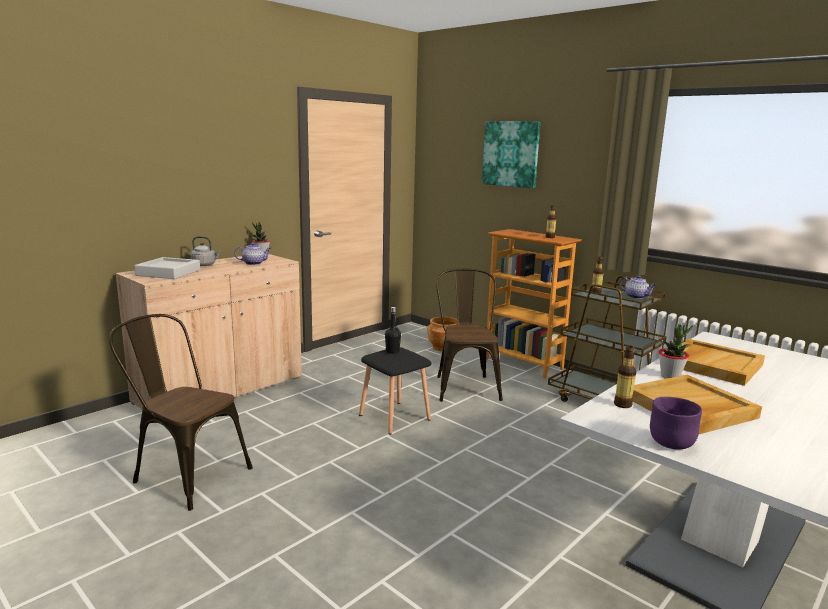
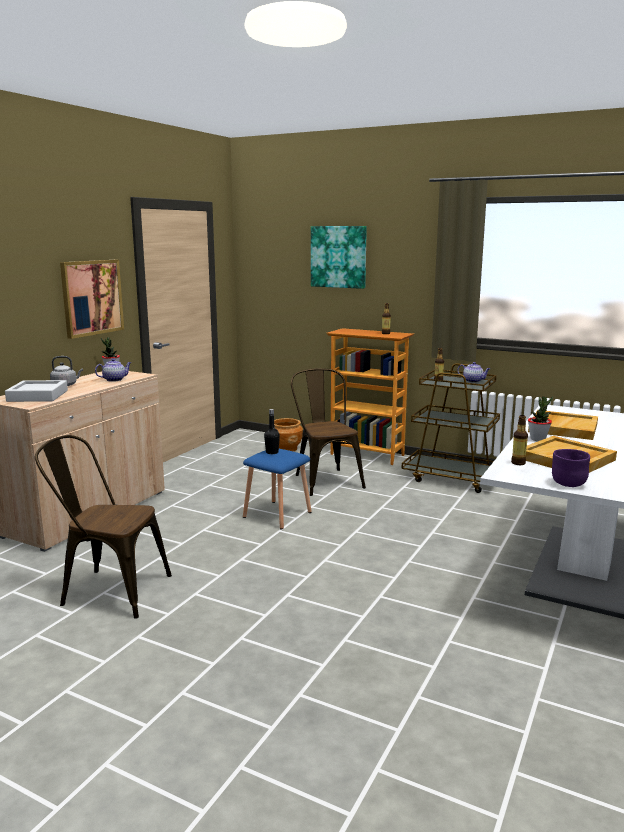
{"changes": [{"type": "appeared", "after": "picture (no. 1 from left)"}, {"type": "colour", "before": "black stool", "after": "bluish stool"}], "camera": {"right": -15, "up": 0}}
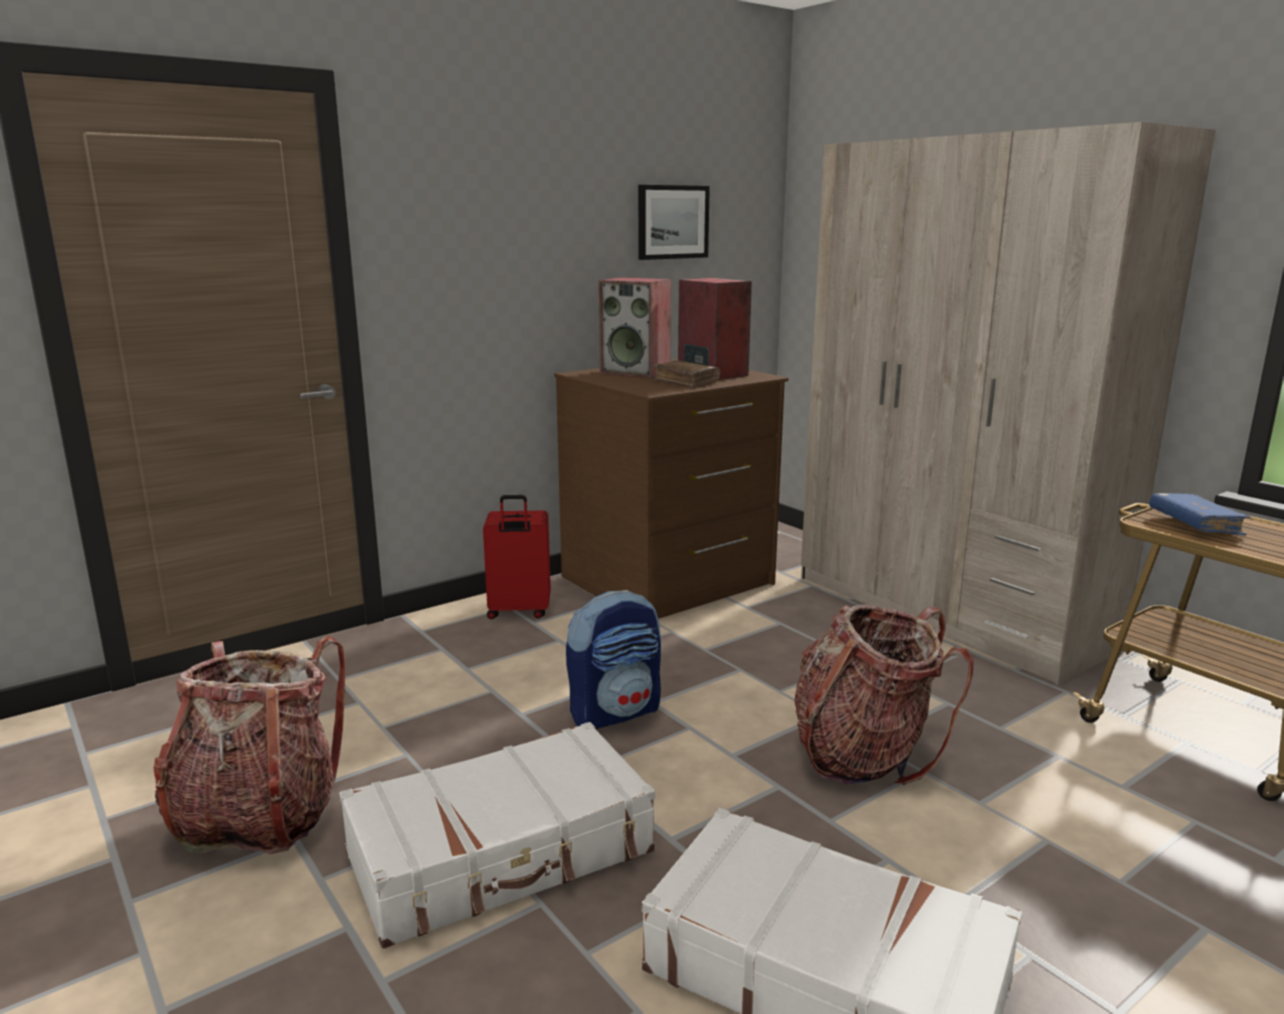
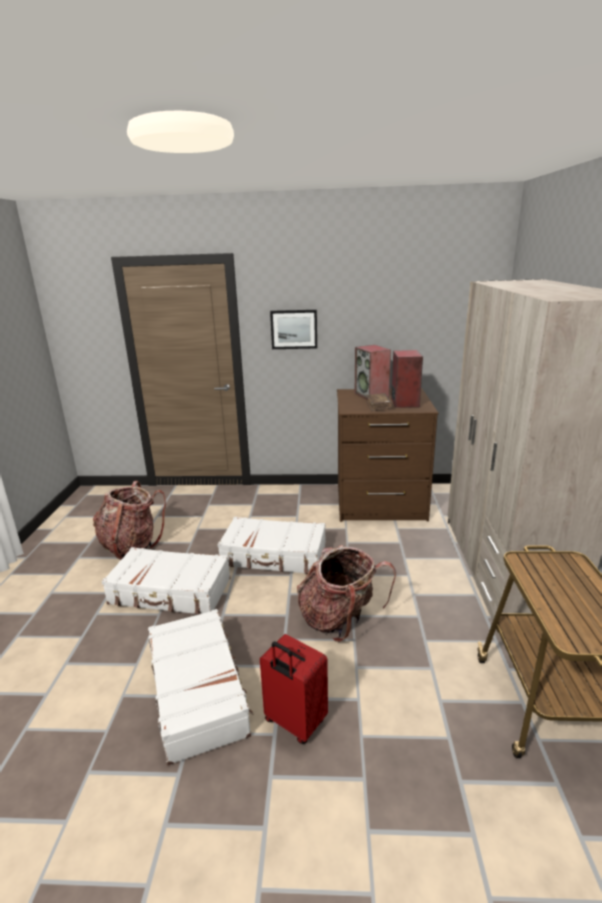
{"changes": [{"type": "exchanged", "before": "knapsack (no. 2 from left)", "after": "white travel case (no. 3 from left)"}, {"type": "relocated", "before": "red-coloured travel case"}, {"type": "relocated", "before": "picture"}, {"type": "missing", "before": "bluish bound book"}], "camera": {"right": 40, "up": 5}}
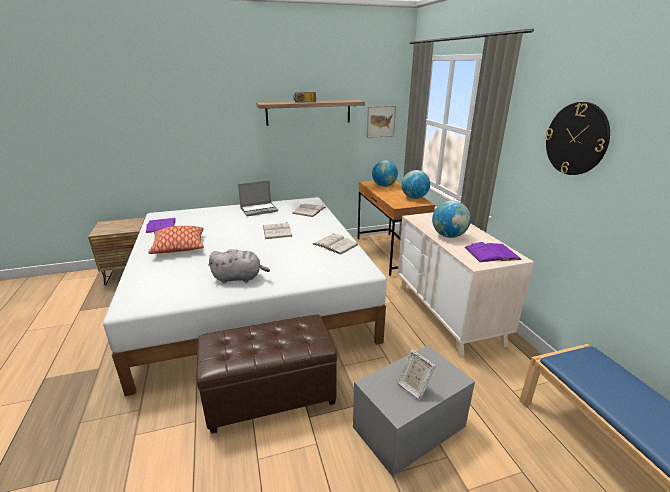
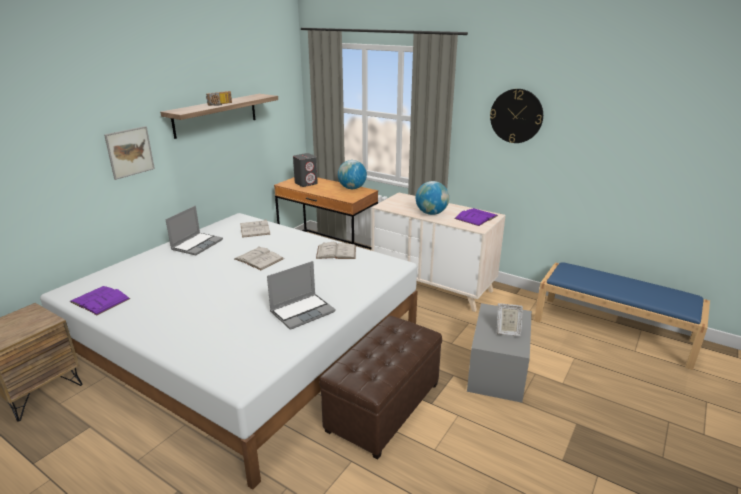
{"changes": [{"type": "relocated", "before": "picture"}, {"type": "exchanged", "before": "greyish soft toy", "after": "laptop (no. 2 from left)"}, {"type": "exchanged", "before": "world globe (no. 1 from left)", "after": "greyish audio speaker"}, {"type": "missing", "before": "pillow"}], "camera": {"right": -40, "up": 0}}
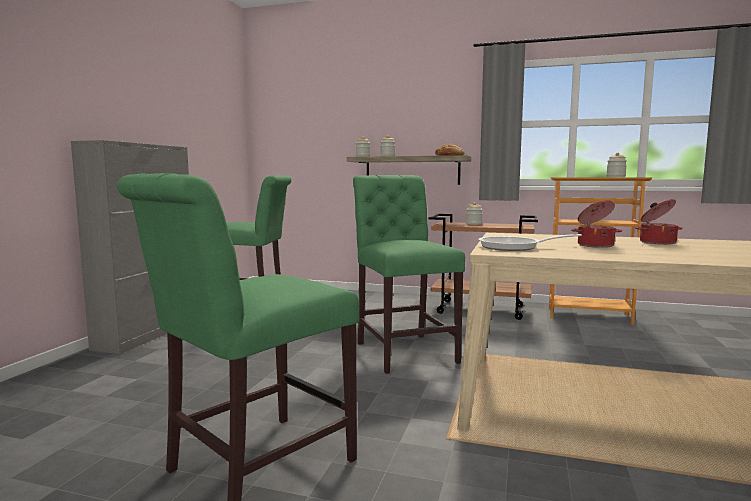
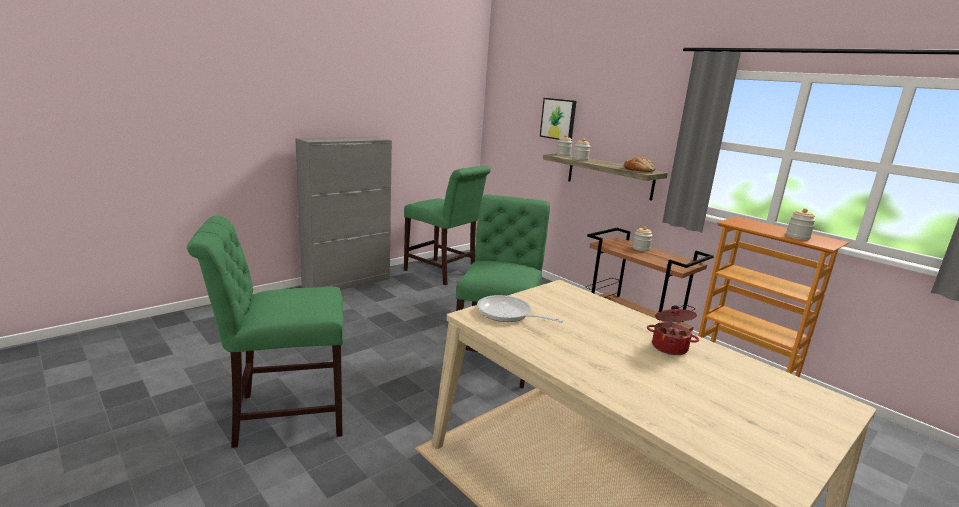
{"changes": [{"type": "appeared", "after": "picture"}, {"type": "missing", "before": "stockpot (no. 1 from left)"}], "camera": {"right": 30, "up": 10}}
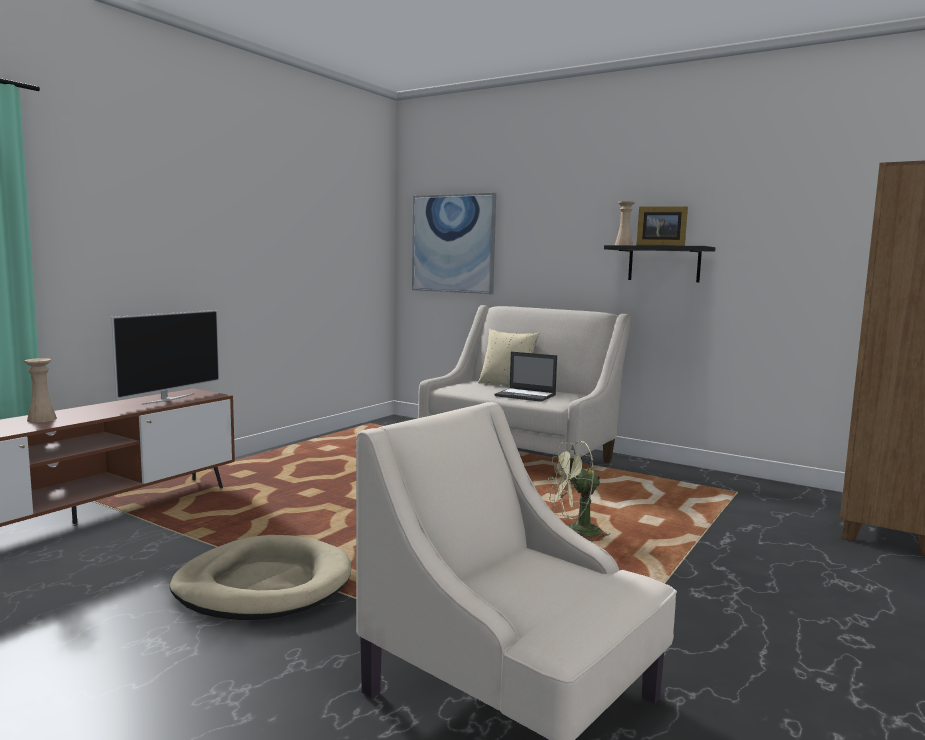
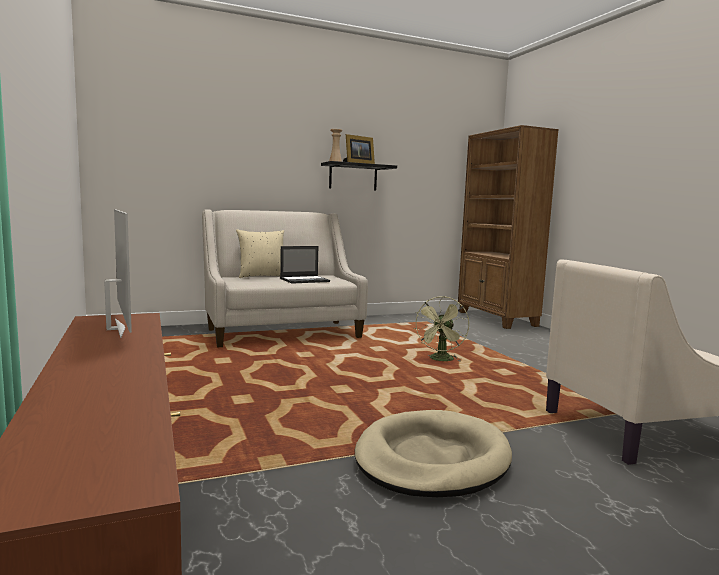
{"changes": [{"type": "missing", "before": "sand-coloured vase (no. 1 from left)"}, {"type": "missing", "before": "picture"}], "camera": {"right": -55, "up": 0}}
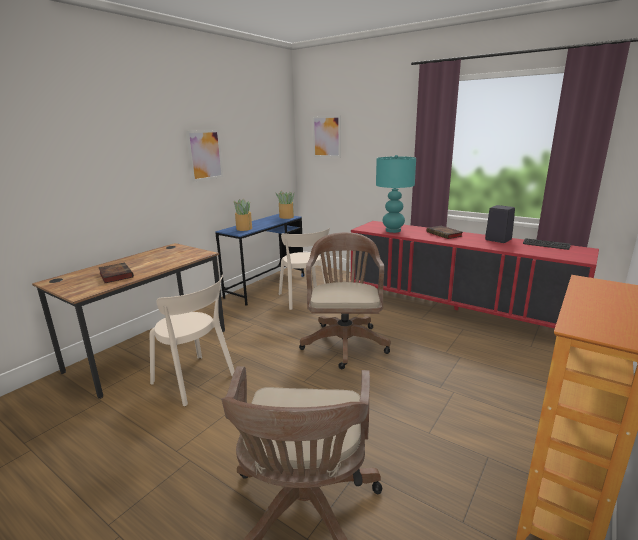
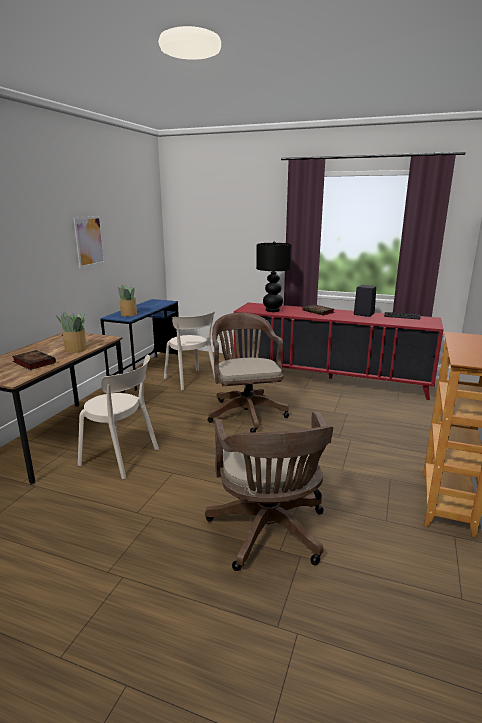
{"changes": [{"type": "relocated", "before": "potted plant (no. 2 from left in the first image)", "after": "potted plant (no. 1 from left)"}, {"type": "colour", "before": "turquoise-coloured tabletop lamp", "after": "black tabletop lamp"}, {"type": "missing", "before": "picture (no. 2 from left)"}], "camera": {"right": -15, "up": 0}}
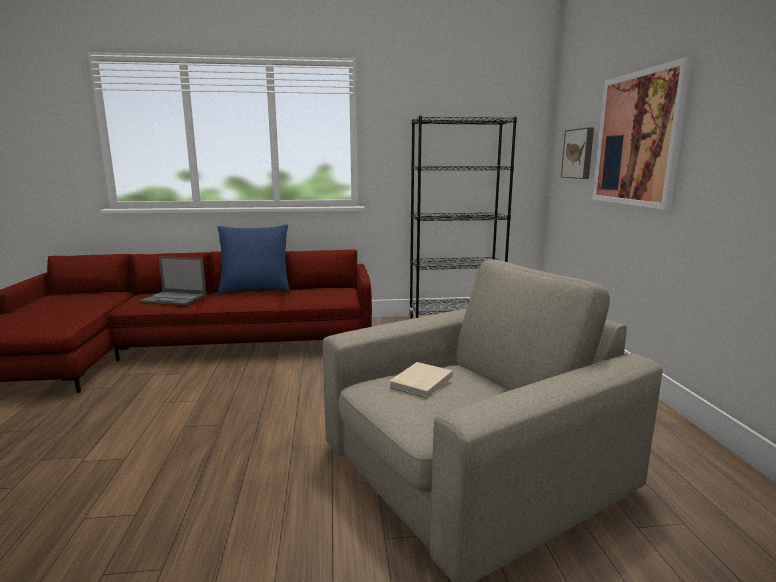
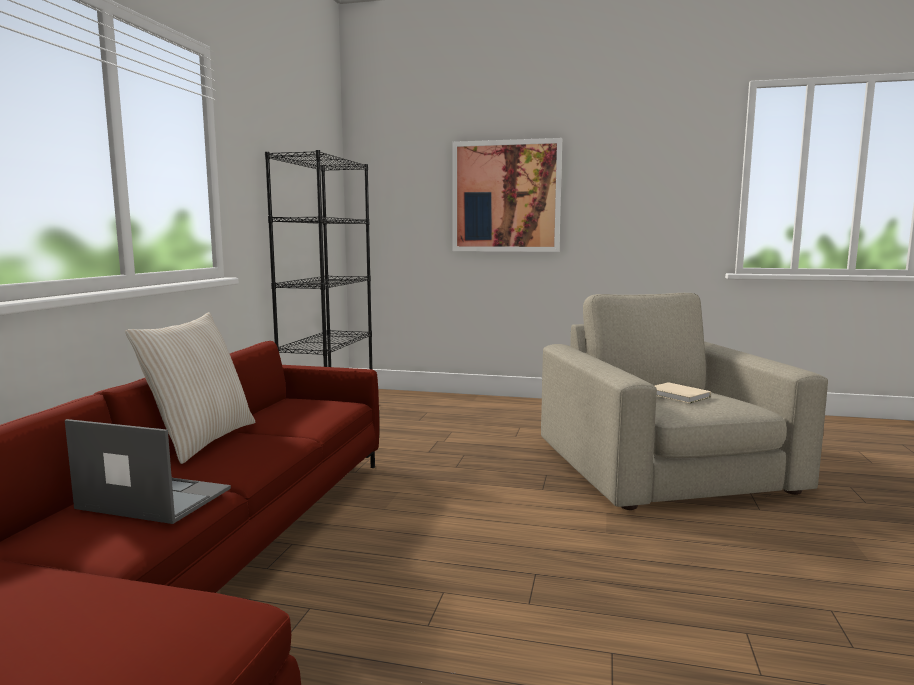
{"changes": [{"type": "spun", "before": "laptop", "turn": -105}, {"type": "colour", "before": "bluish pillow", "after": "sand-coloured pillow"}, {"type": "missing", "before": "picture (no. 1 from left)"}], "camera": {"right": -70, "up": -5}}
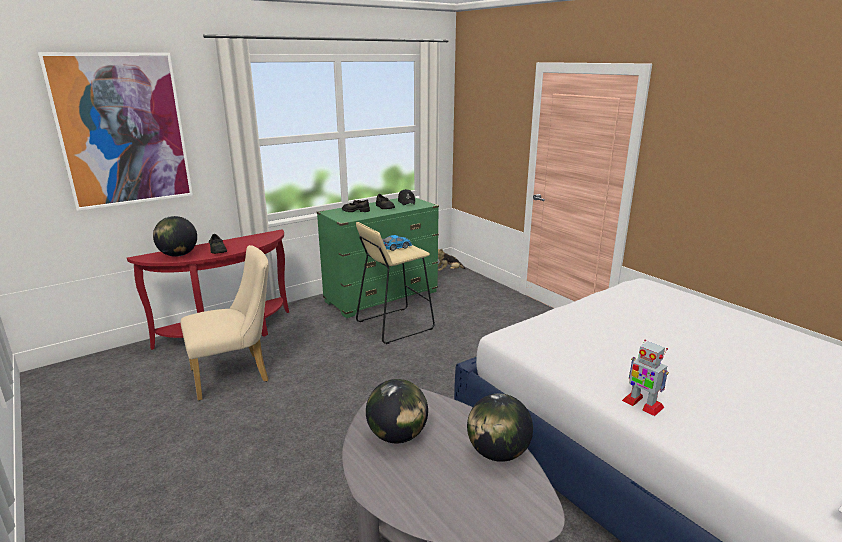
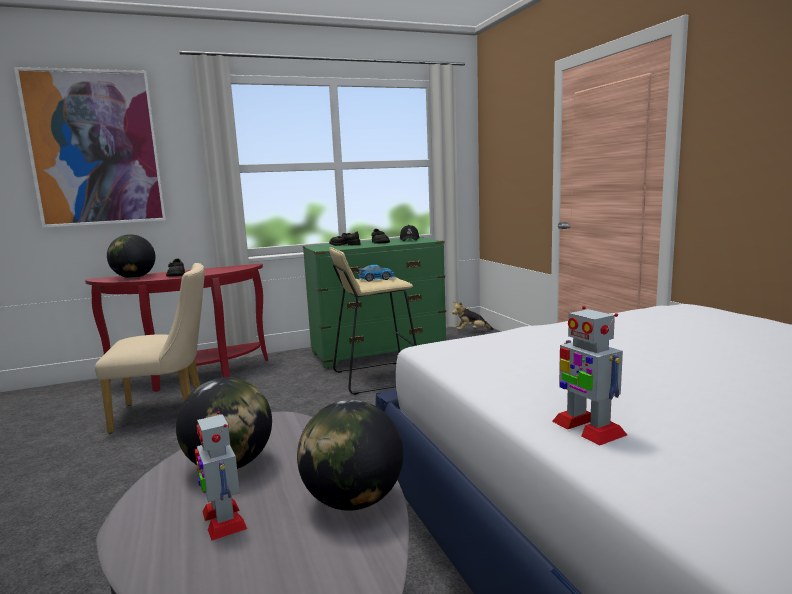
{"changes": [{"type": "appeared", "after": "model robot (no. 1 from left)"}], "camera": {"right": 15, "up": -10}}
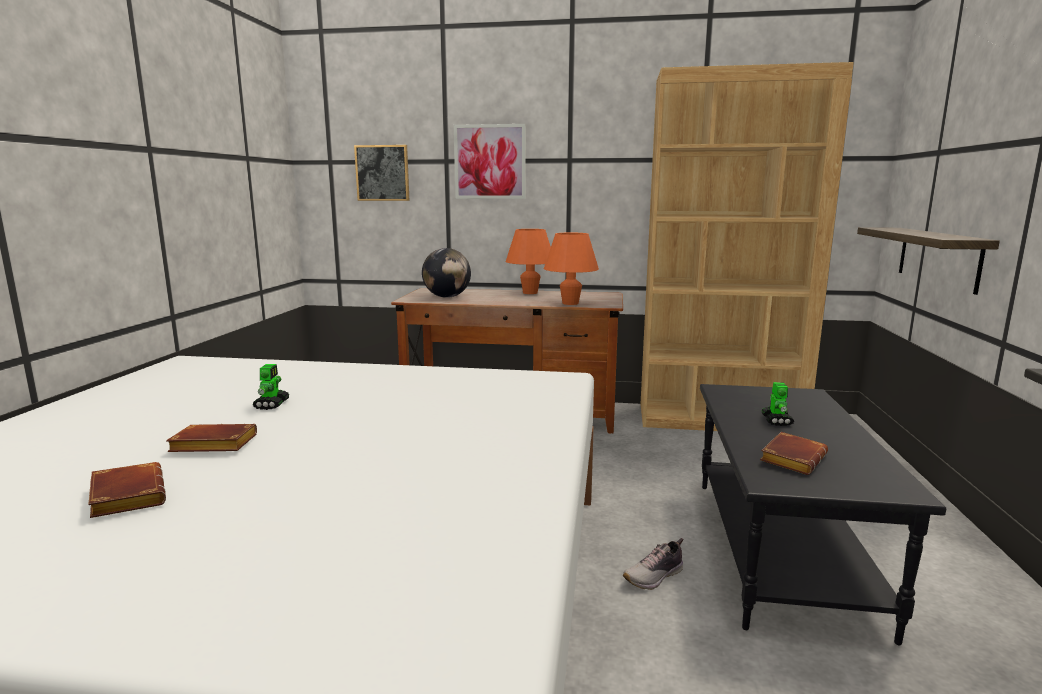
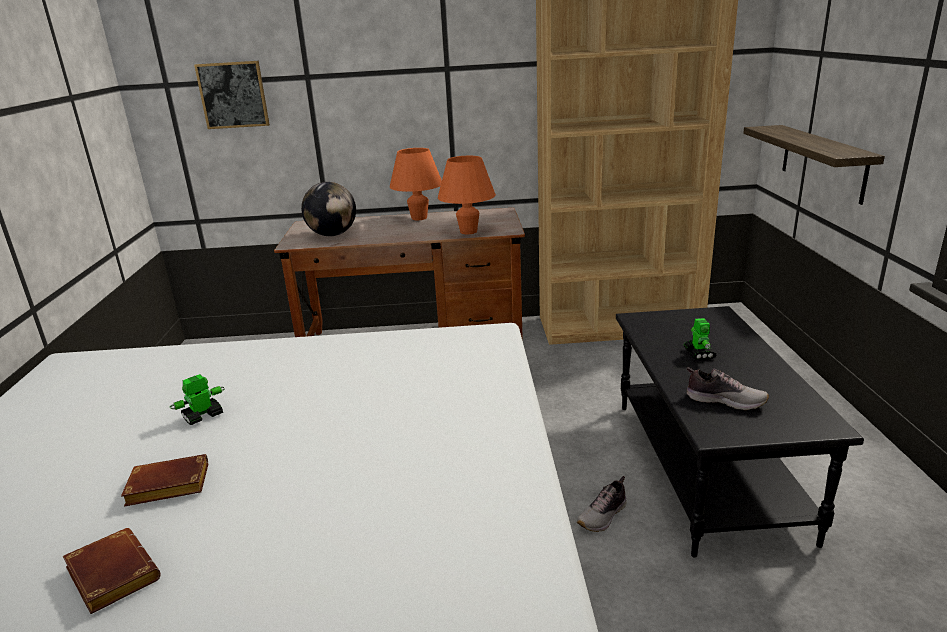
{"changes": [{"type": "spun", "before": "model robot (no. 1 from left)", "turn": -120}, {"type": "exchanged", "before": "brownish bound book (no. 3 from left)", "after": "shoe (no. 2 from left)"}, {"type": "missing", "before": "picture (no. 2 from left)"}], "camera": {"right": -10, "up": 10}}
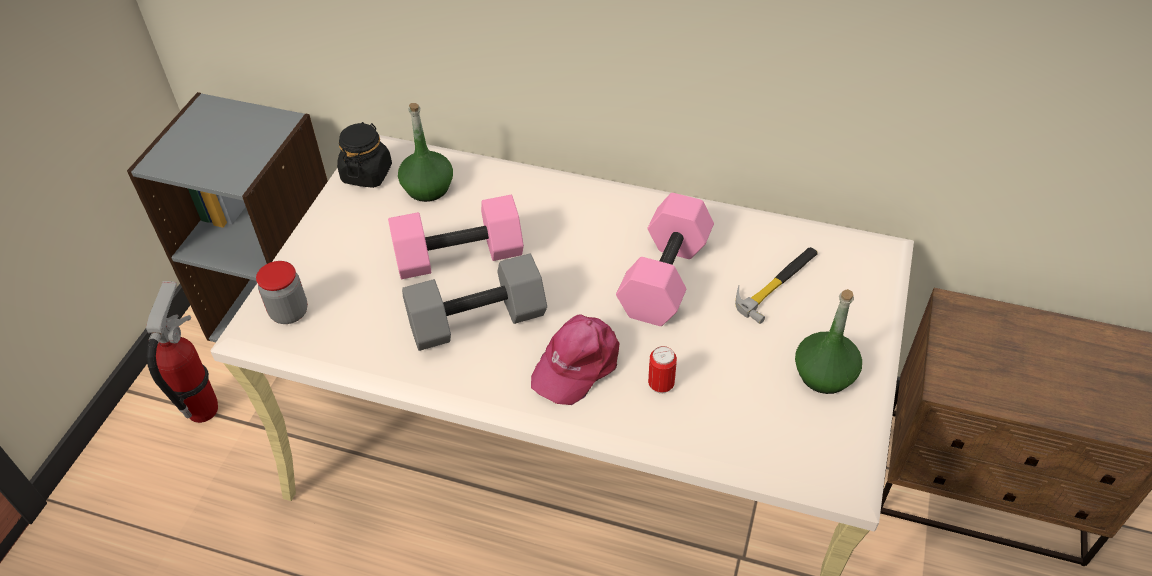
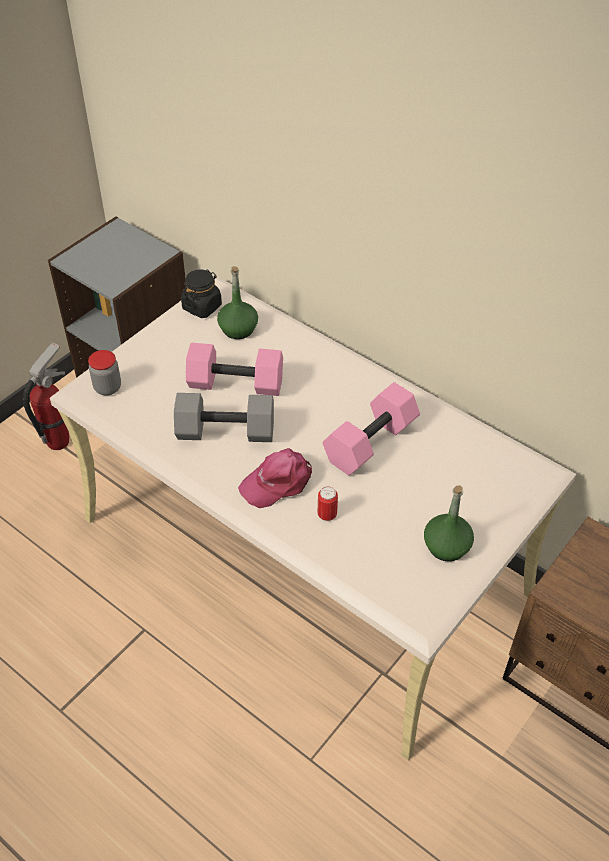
{"changes": [{"type": "missing", "before": "hand hammer"}], "camera": {"right": 20, "up": 0}}
